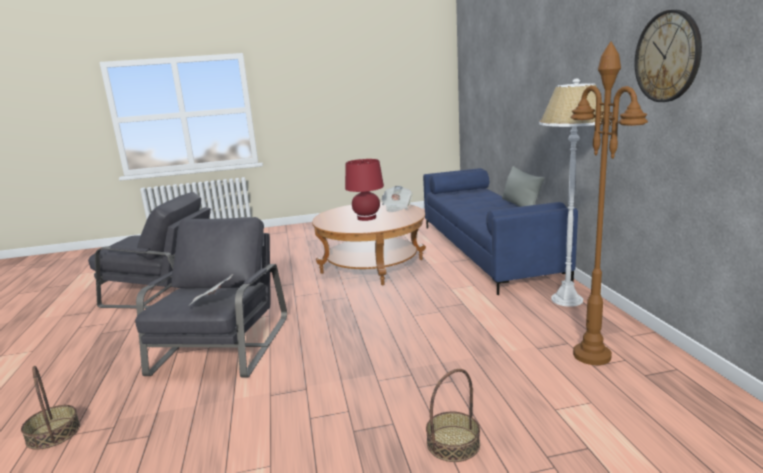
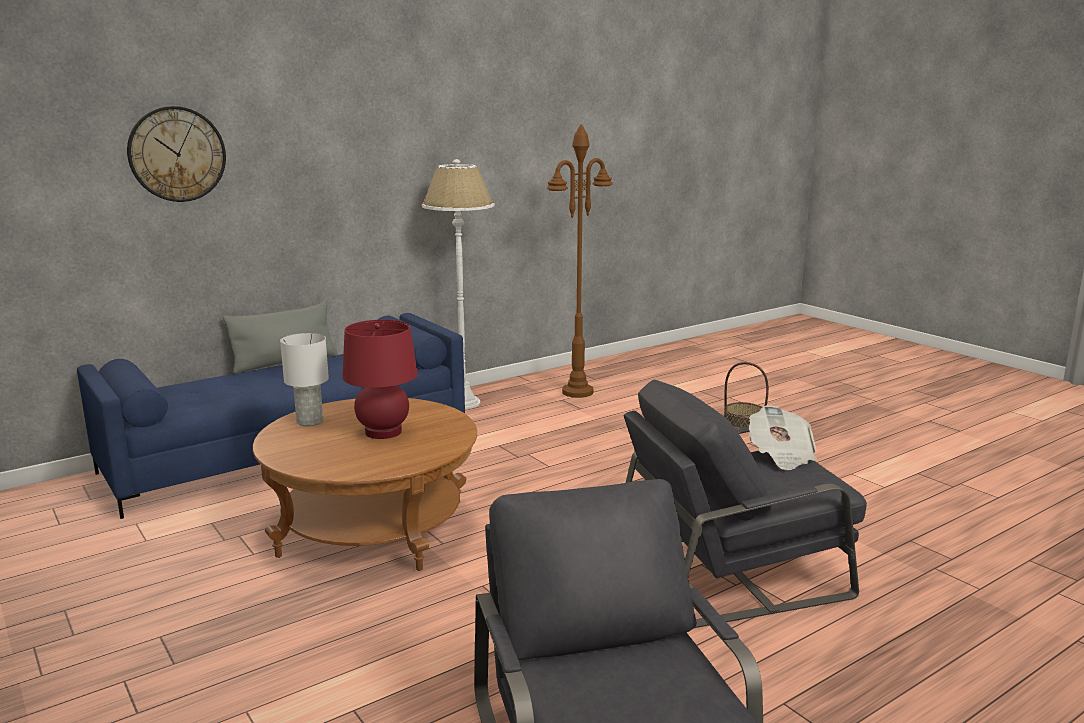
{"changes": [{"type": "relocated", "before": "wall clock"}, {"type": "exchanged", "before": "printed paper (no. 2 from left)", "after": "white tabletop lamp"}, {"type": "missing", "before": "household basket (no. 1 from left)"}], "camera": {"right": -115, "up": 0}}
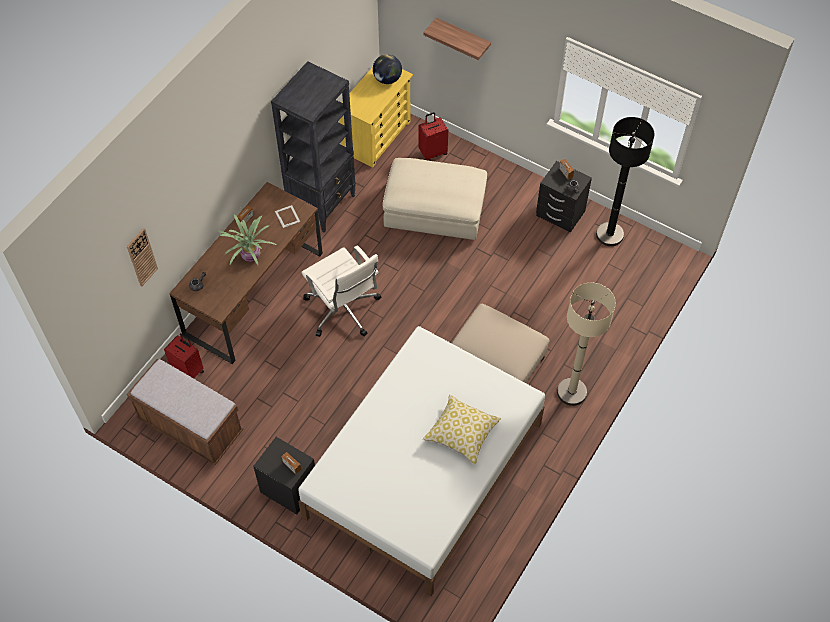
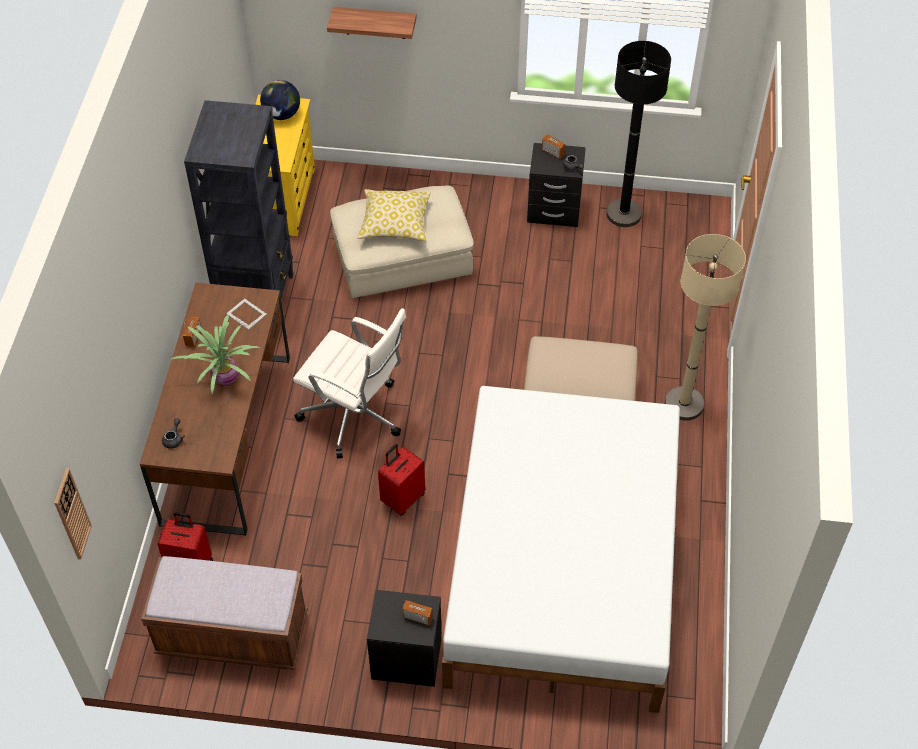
{"changes": [{"type": "relocated", "before": "wall clock"}, {"type": "relocated", "before": "pillow"}, {"type": "relocated", "before": "red-coloured travel case (no. 2 from left)"}], "camera": {"right": -25, "up": -5}}
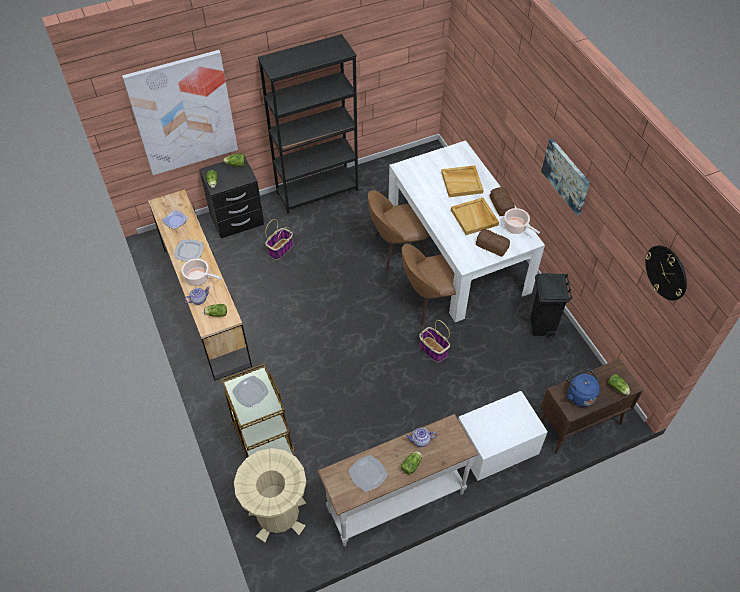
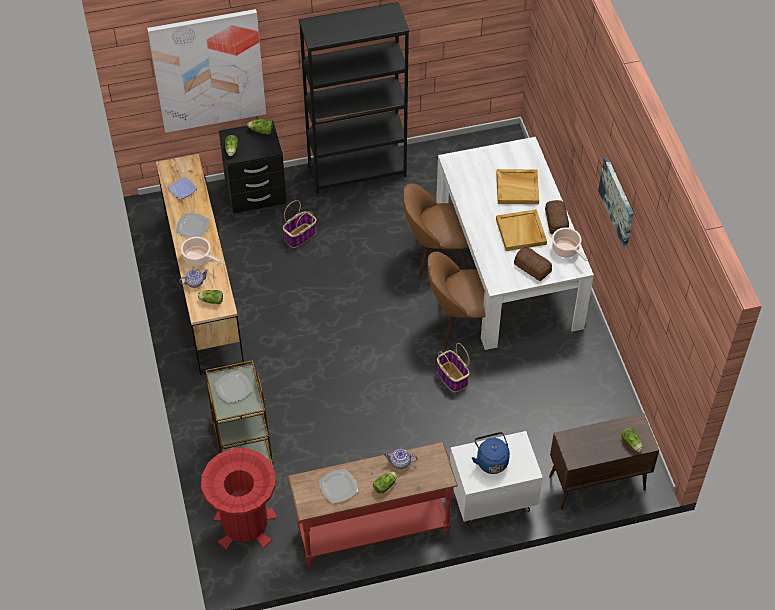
{"changes": [{"type": "colour", "before": "sand-coloured rubbish bin", "after": "red-coloured rubbish bin"}, {"type": "colour", "before": "white hall table", "after": "red-coloured hall table"}, {"type": "relocated", "before": "bluish tea kettle"}, {"type": "missing", "before": "black rubbish bin"}, {"type": "missing", "before": "wall clock"}], "camera": {"right": 10, "up": 0}}
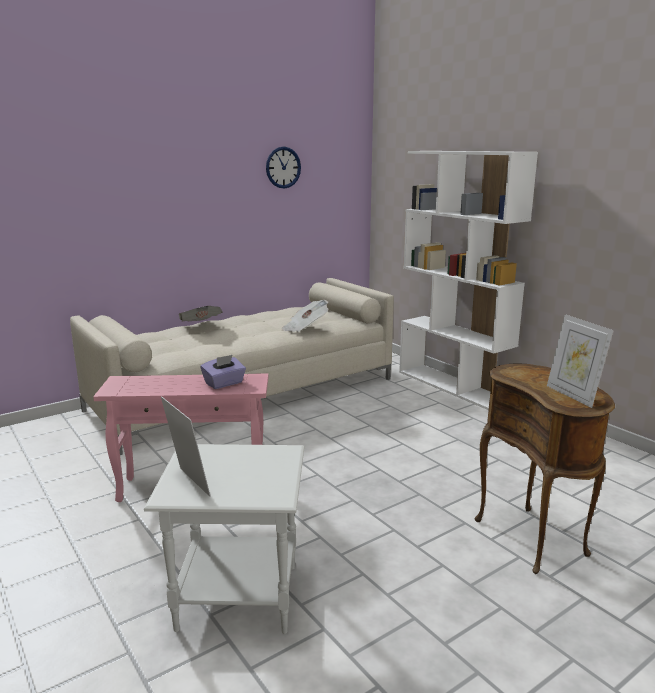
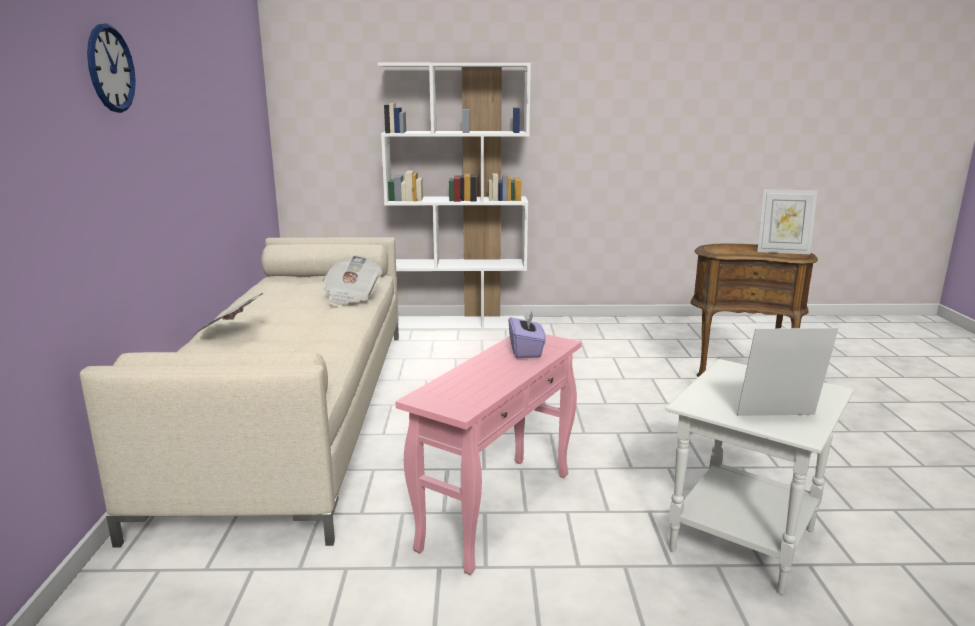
{"changes": [{"type": "relocated", "before": "wall clock"}], "camera": {"right": -55, "up": 0}}
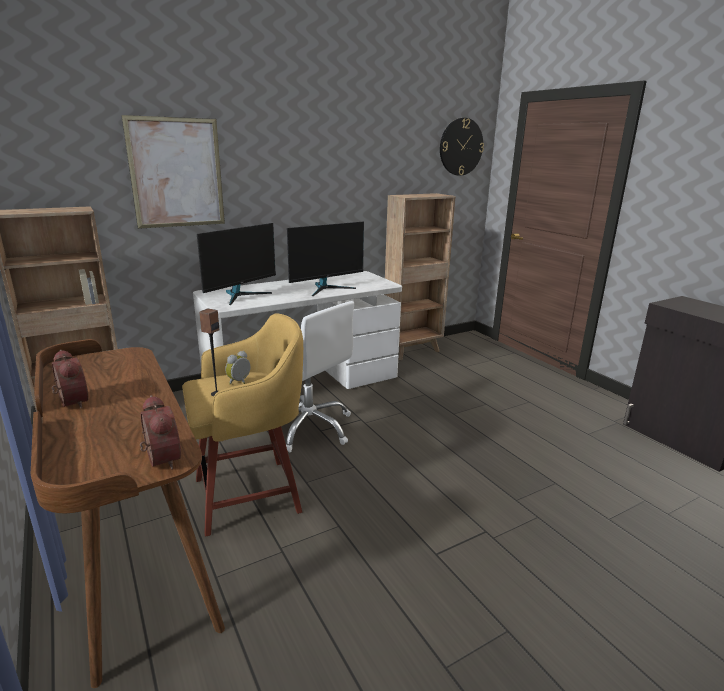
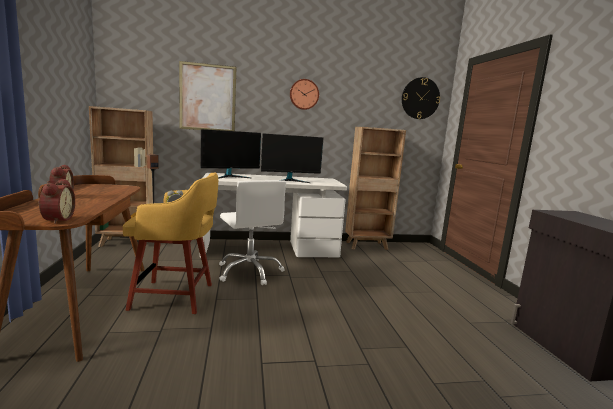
{"changes": [{"type": "appeared", "after": "wall clock (no. 1 from left)"}], "camera": {"right": 20, "up": -10}}
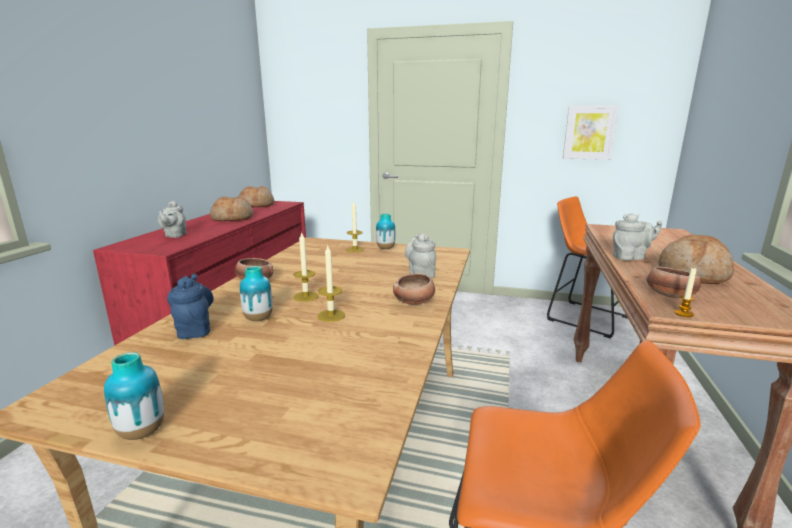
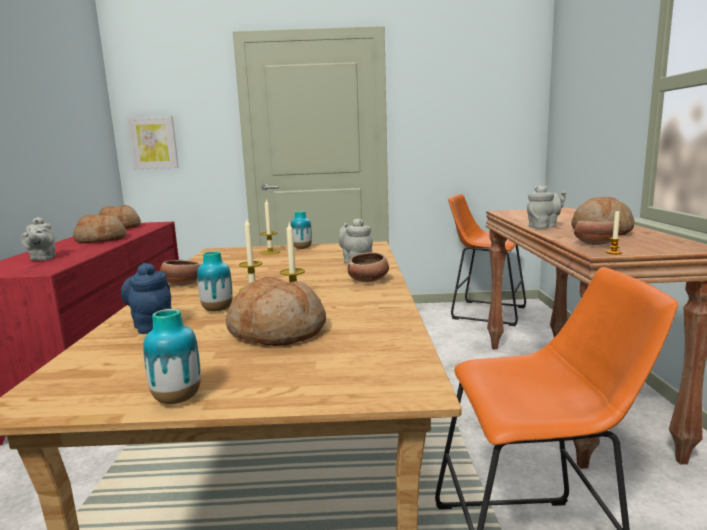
{"changes": [{"type": "relocated", "before": "picture"}, {"type": "appeared", "after": "bread (no. 3 from left)"}], "camera": {"right": -15, "up": -5}}
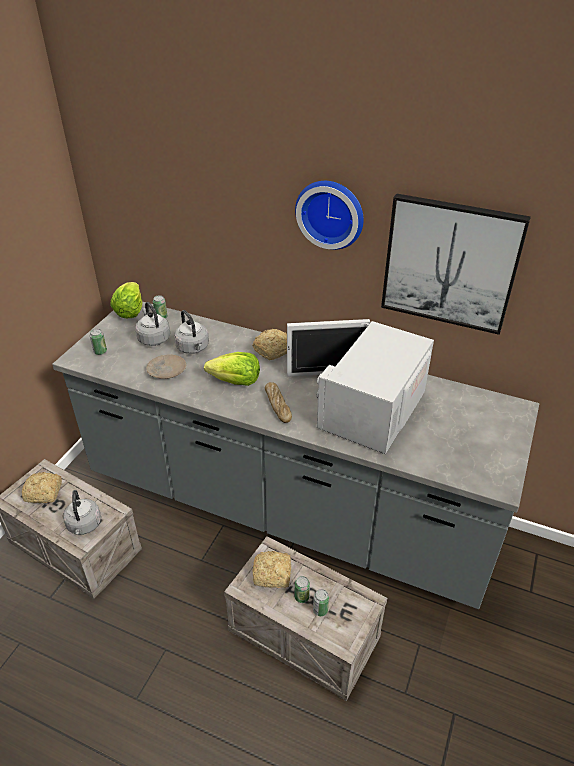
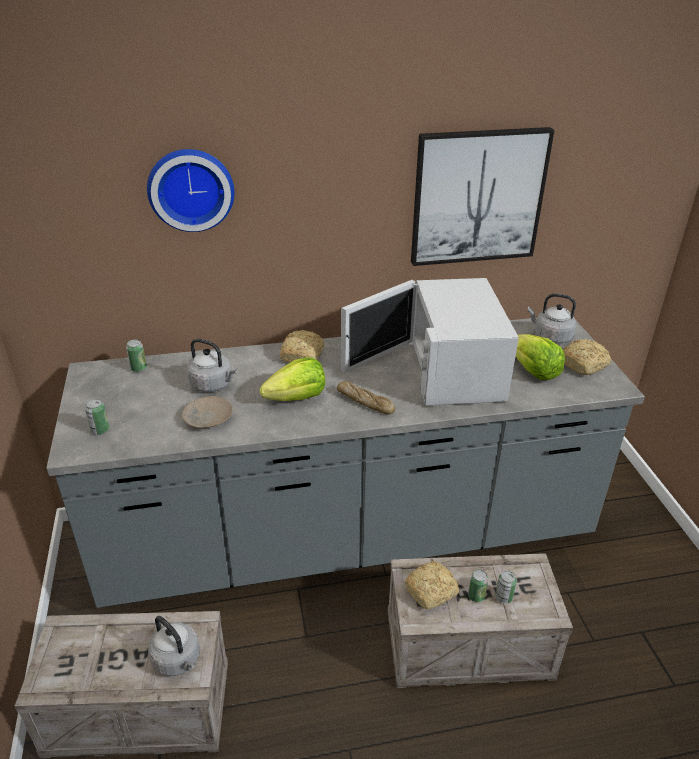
{"changes": [{"type": "relocated", "before": "wall clock"}, {"type": "relocated", "before": "head of lettuce (no. 1 from left in the first image)", "after": "head of lettuce (no. 2 from left)"}, {"type": "relocated", "before": "greyish tea kettle (no. 2 from left in the first image)", "after": "greyish tea kettle (no. 3 from left)"}, {"type": "relocated", "before": "bread (no. 1 from left in the first image)", "after": "bread (no. 4 from left)"}], "camera": {"right": -35, "up": -5}}
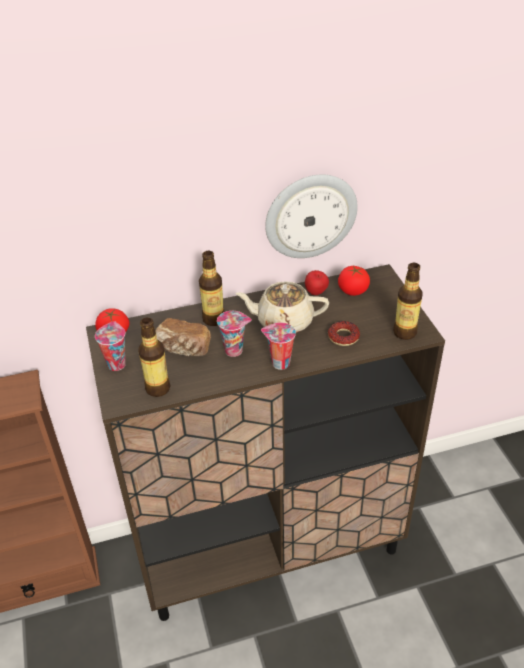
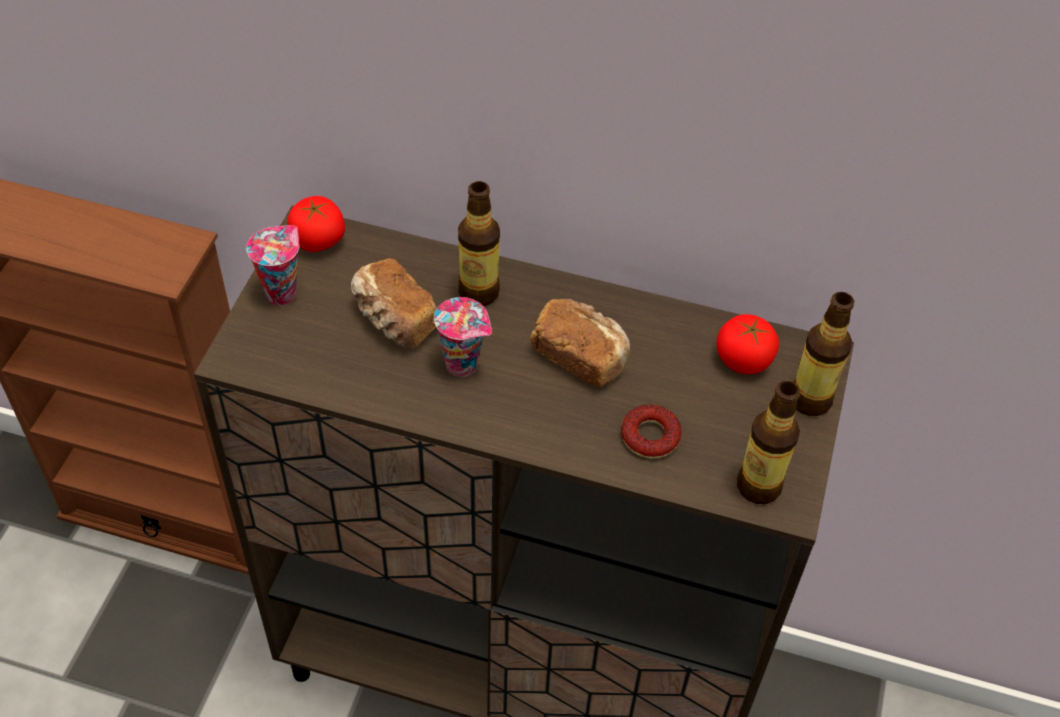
{"changes": [{"type": "exchanged", "before": "sand-coloured pot for tea", "after": "bread (no. 2 from left)"}, {"type": "relocated", "before": "drink bottle (no. 1 from left in the first image)", "after": "drink bottle (no. 3 from left)"}, {"type": "missing", "before": "small cup (no. 3 from left)"}, {"type": "missing", "before": "wall clock"}, {"type": "missing", "before": "apple"}], "camera": {"right": 30, "up": 10}}
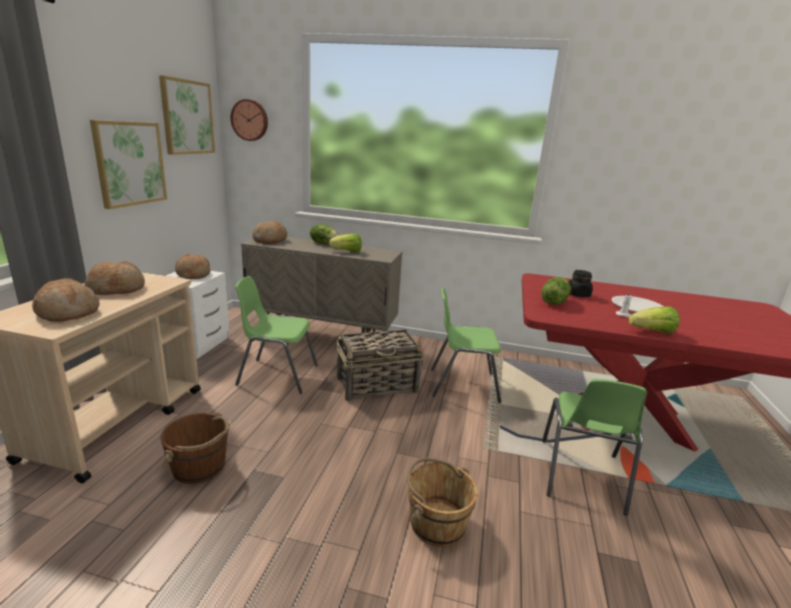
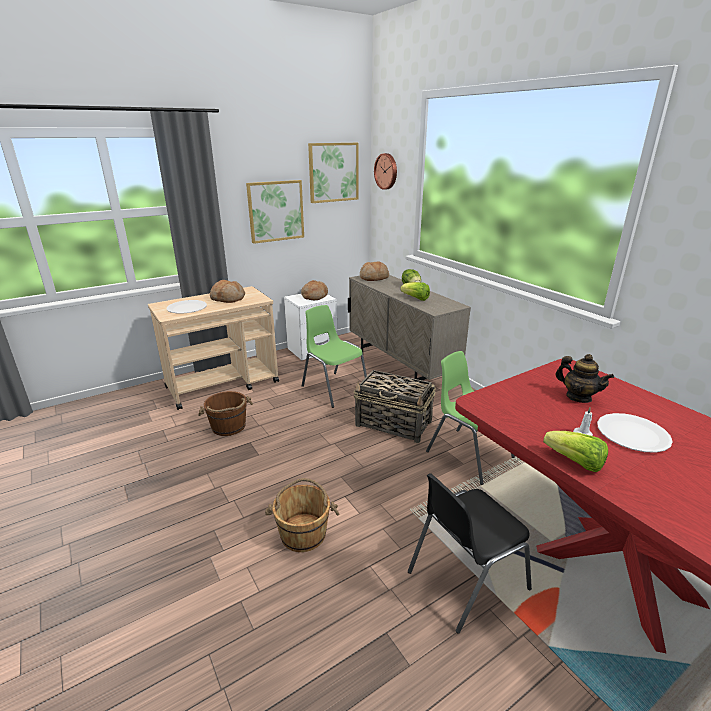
{"changes": [{"type": "exchanged", "before": "bread (no. 1 from left)", "after": "white dinner plate (no. 1 from left)"}, {"type": "colour", "before": "green-coloured upright chair (no. 3 from left)", "after": "black upright chair"}, {"type": "exchanged", "before": "black preserve jar", "after": "pot for tea"}, {"type": "missing", "before": "head of lettuce (no. 3 from left)"}], "camera": {"right": 45, "up": 5}}
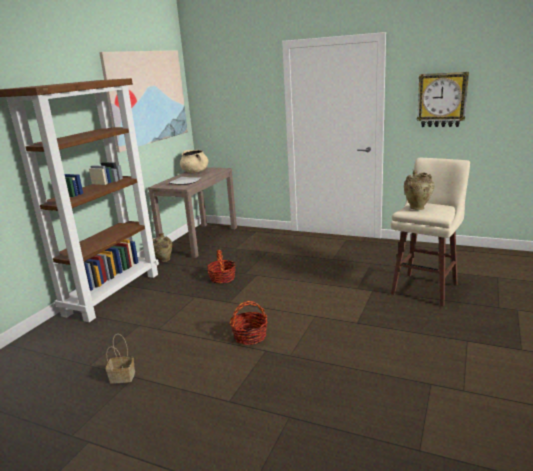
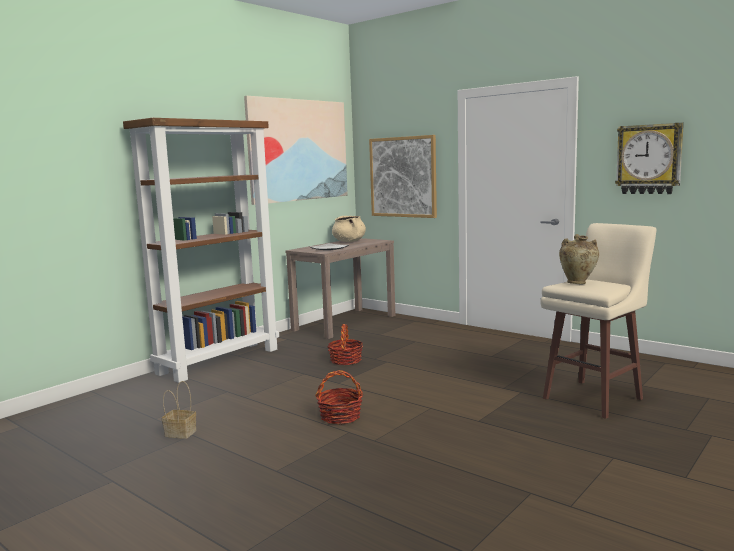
{"changes": [{"type": "appeared", "after": "picture (no. 2 from left)"}, {"type": "missing", "before": "sand-coloured vase (no. 1 from left)"}], "camera": {"right": 15, "up": -10}}
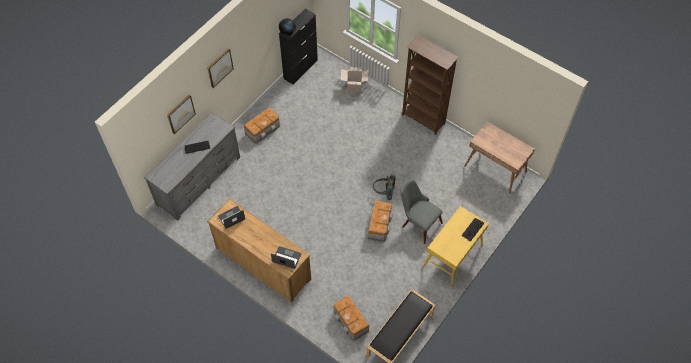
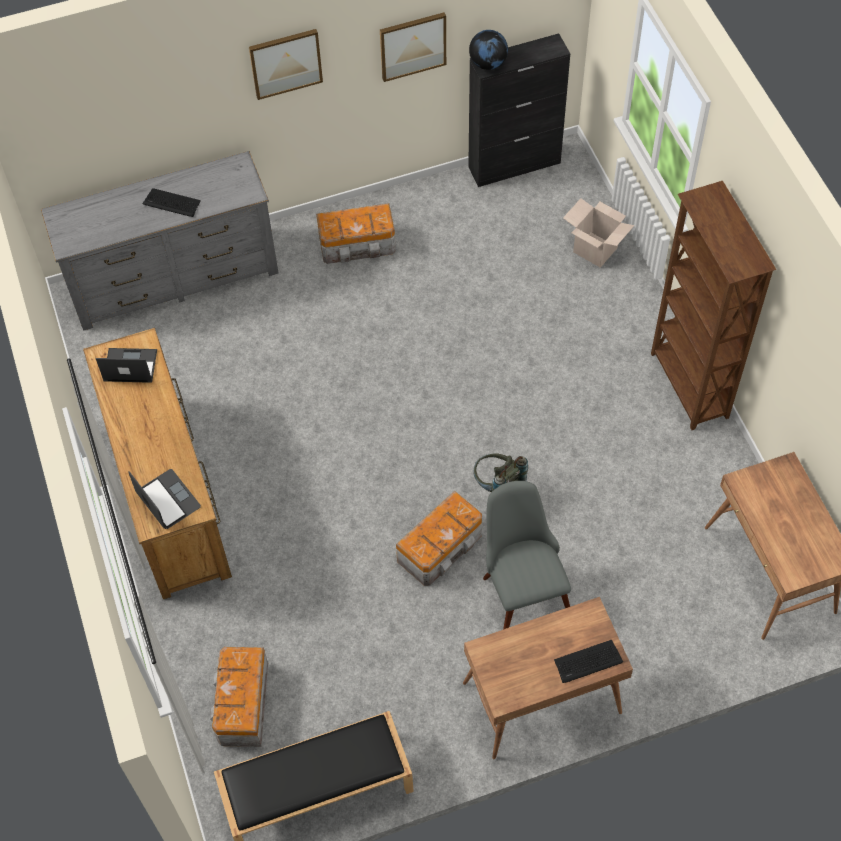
{"changes": [{"type": "relocated", "before": "picture (no. 1 from left in the first image)", "after": "picture (no. 2 from left)"}, {"type": "colour", "before": "yellow desk", "after": "brownish desk (no. 1 from left)"}], "camera": {"right": 35, "up": 0}}
